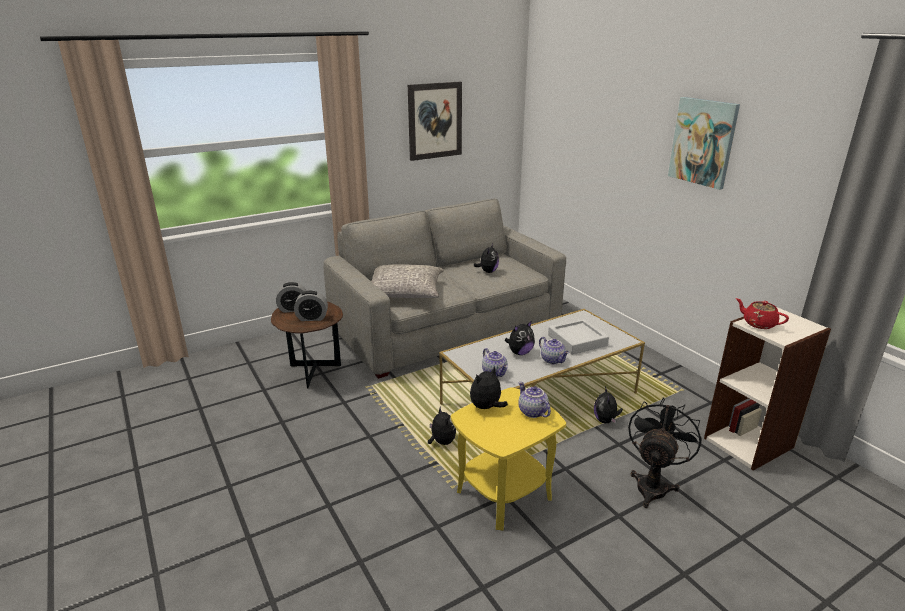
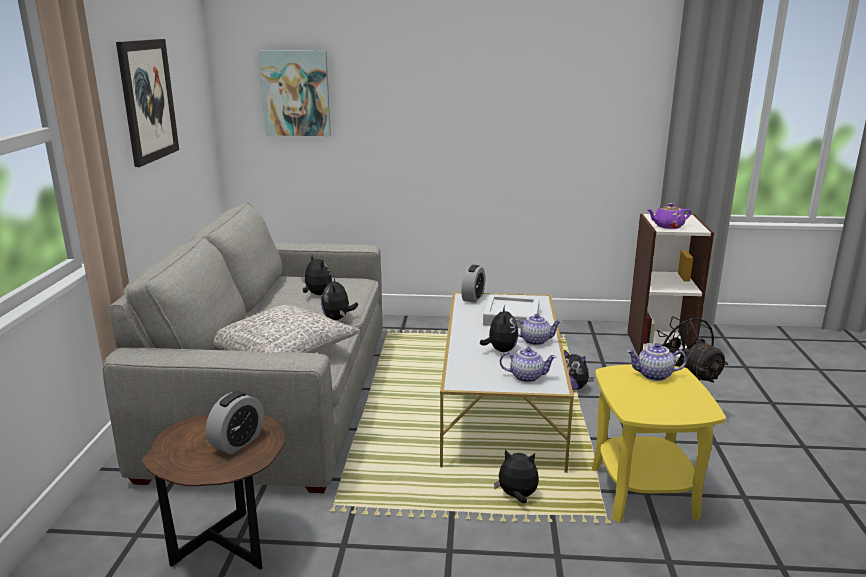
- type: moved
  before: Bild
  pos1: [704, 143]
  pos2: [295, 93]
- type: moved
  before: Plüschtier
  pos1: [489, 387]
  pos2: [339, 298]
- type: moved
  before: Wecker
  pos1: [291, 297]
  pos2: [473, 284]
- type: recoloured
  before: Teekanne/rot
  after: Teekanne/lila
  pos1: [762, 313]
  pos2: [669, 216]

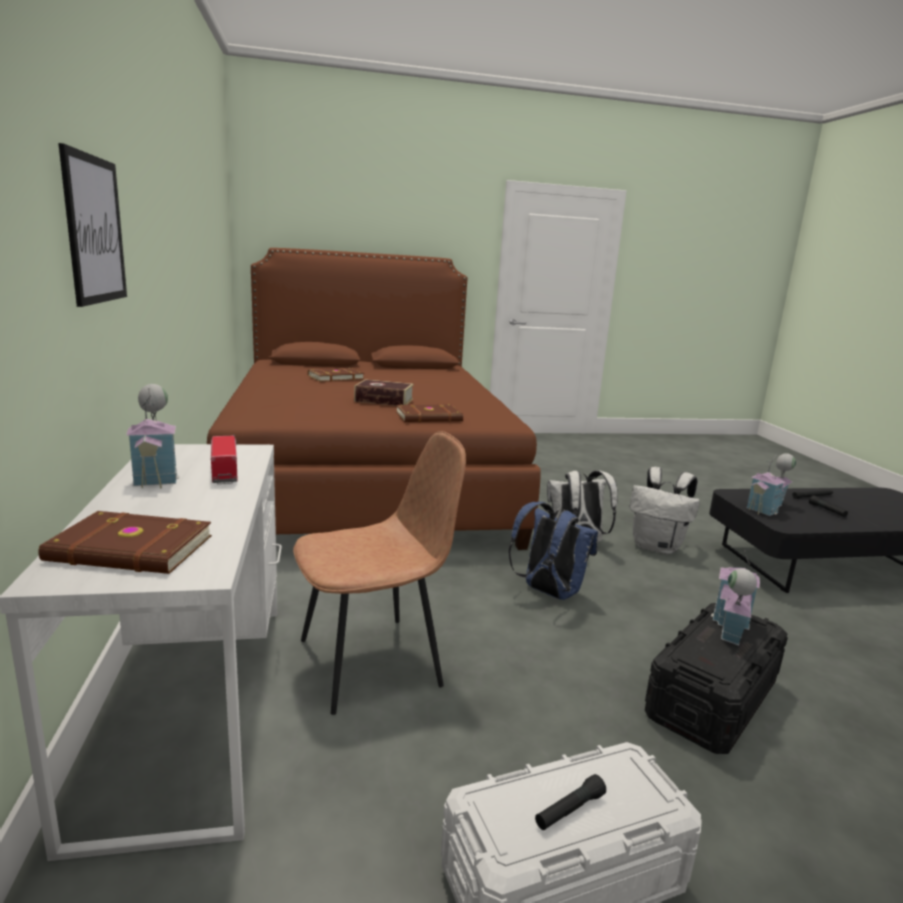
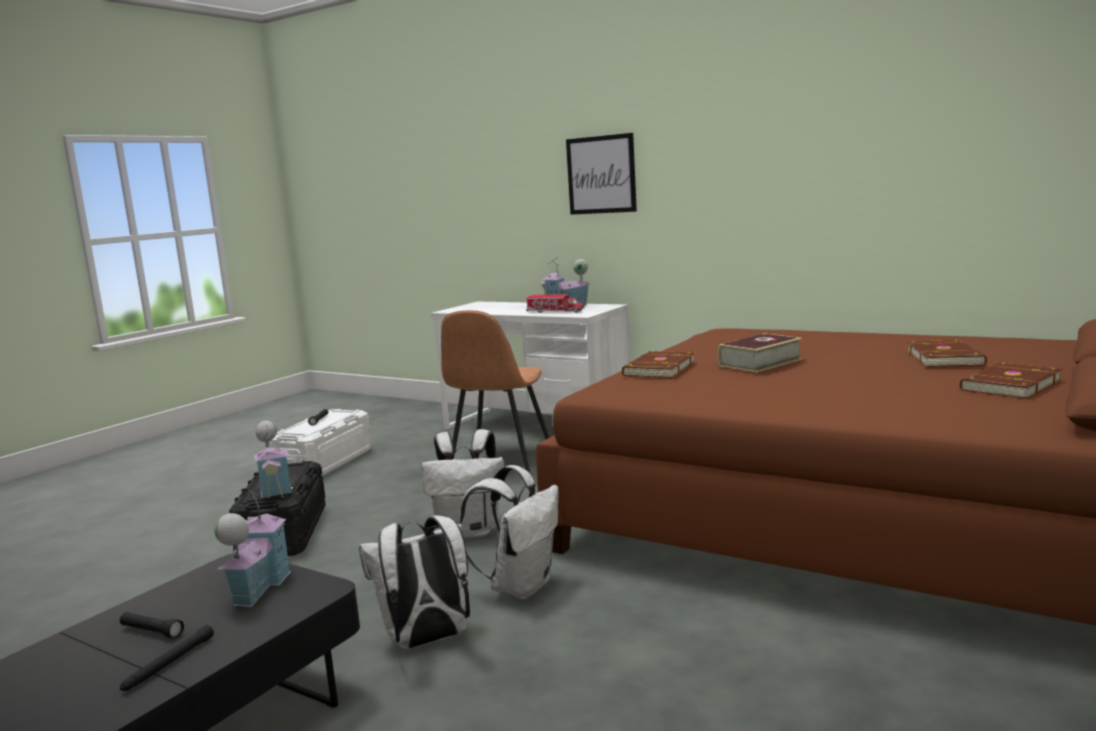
- type: recoloured
  before: Rucksack/blau
  after: Rucksack/weiß
  pos1: [553, 551]
  pos2: [463, 483]
- type: moved
  before: Buch/braun
  pos1: [125, 542]
  pos2: [1011, 381]

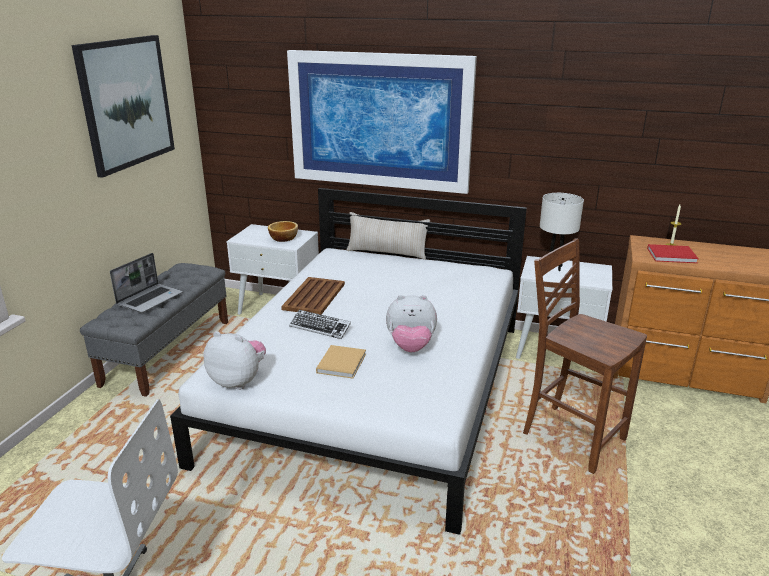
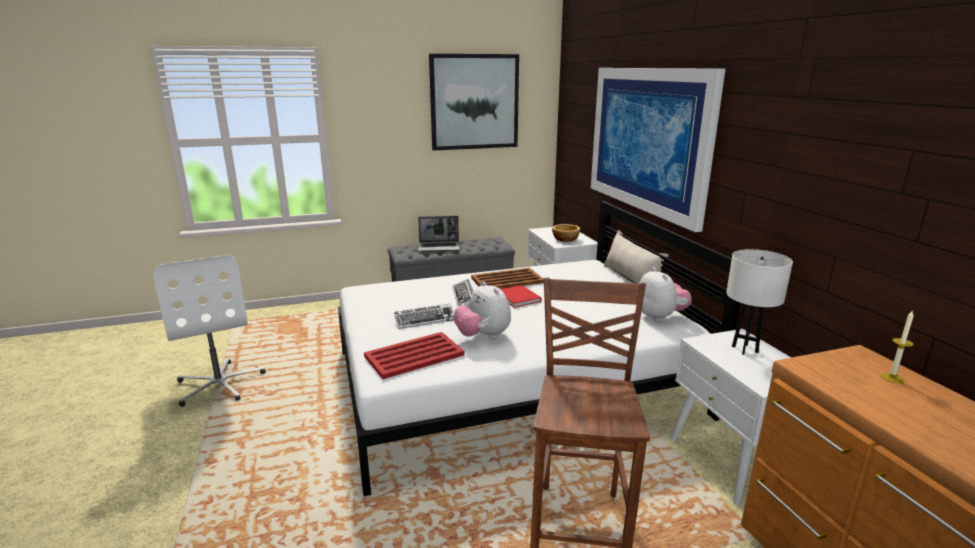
- type: added
  after: Tablett/rot
  pos2: [414, 355]
- type: replaced
  before: Buch/beige
  after: Tastatur
  pos1: [341, 362]
  pos2: [424, 316]
- type: moved
  before: Buch/rot
  pos1: [673, 253]
  pos2: [521, 296]
- type: moved
  before: Plüschtier
  pos1: [235, 360]
  pos2: [665, 294]

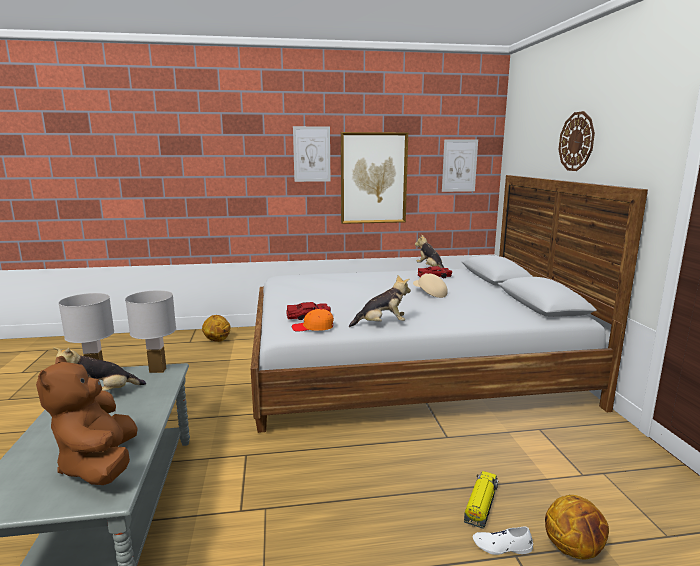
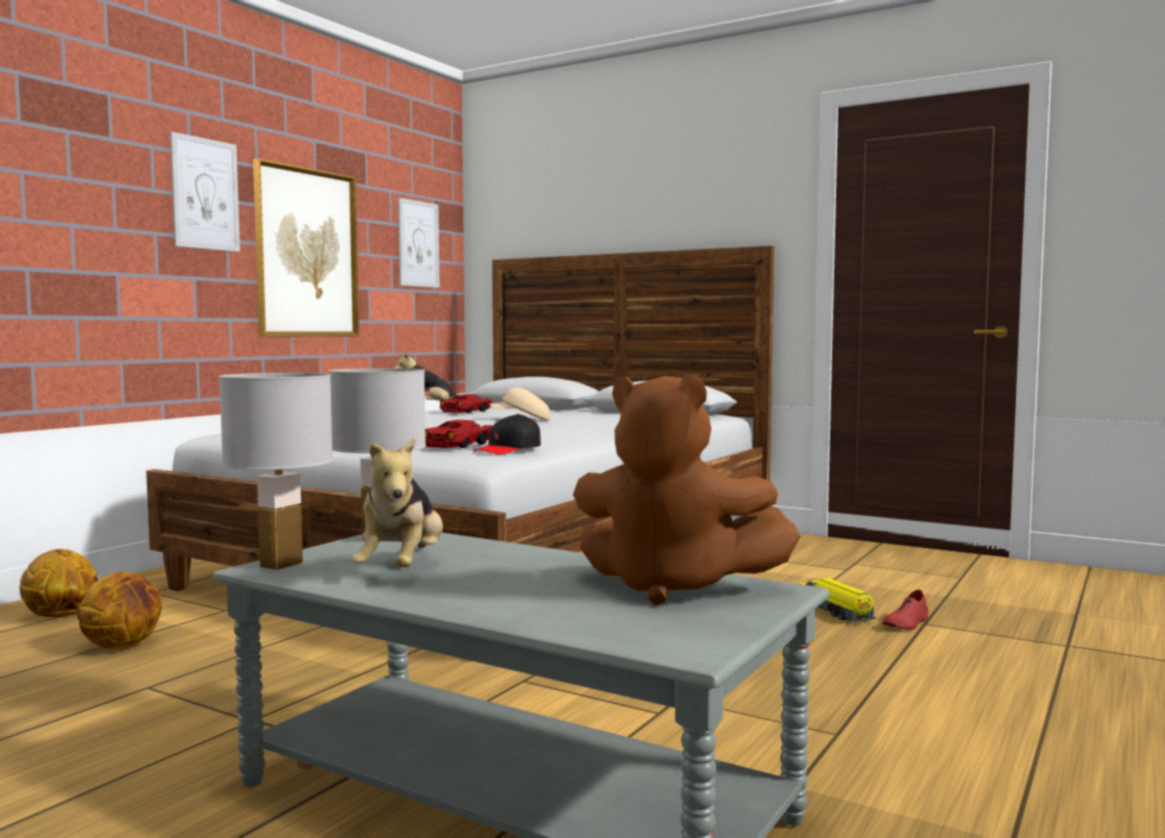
- type: moved
  before: Basketball
  pos1: [577, 527]
  pos2: [120, 610]
- type: recoloured
  before: Kappe/orange
  after: Kappe/schwarz
  pos1: [313, 320]
  pos2: [507, 434]
- type: recoloured
  before: Schuh/weiß
  after: Schuh/rot
  pos1: [503, 540]
  pos2: [905, 609]
- type: removed
  before: Plüschtier
  pos1: [380, 301]
- type: removed
  before: Wanduhr
  pos1: [576, 141]

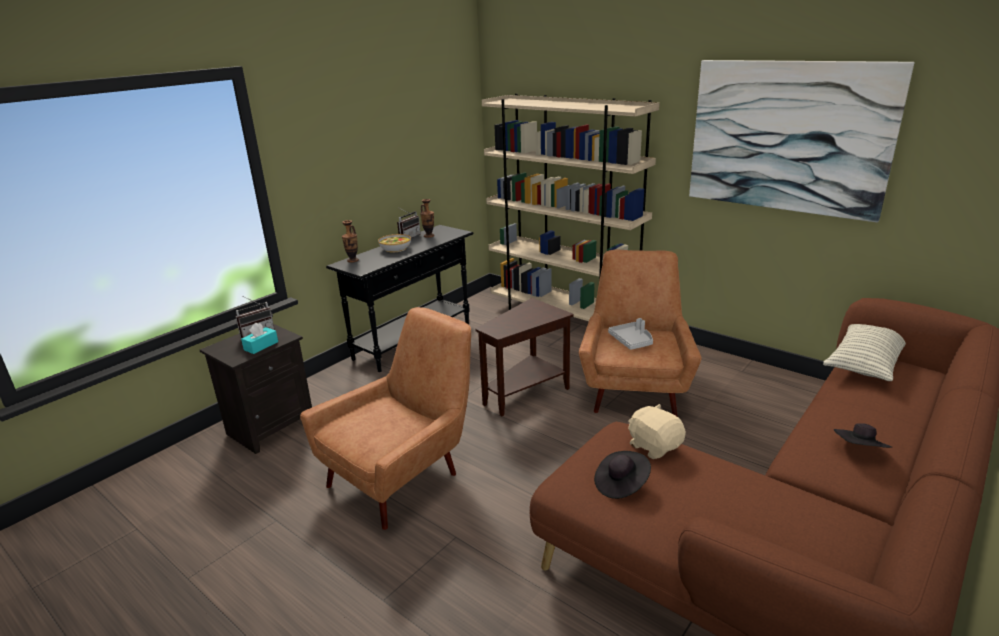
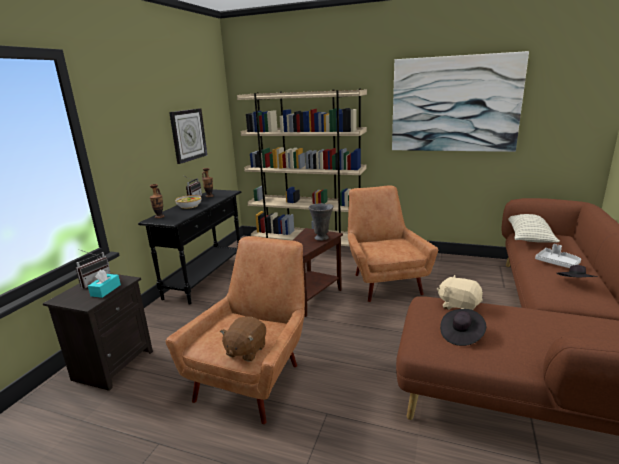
- type: added
  after: Wanduhr
  pos2: [188, 136]
- type: added
  after: Plüschtier/braun
  pos2: [243, 339]
- type: added
  after: Vase/grau
  pos2: [321, 222]
- type: moved
  before: Tablett/grau
  pos1: [630, 334]
  pos2: [558, 256]

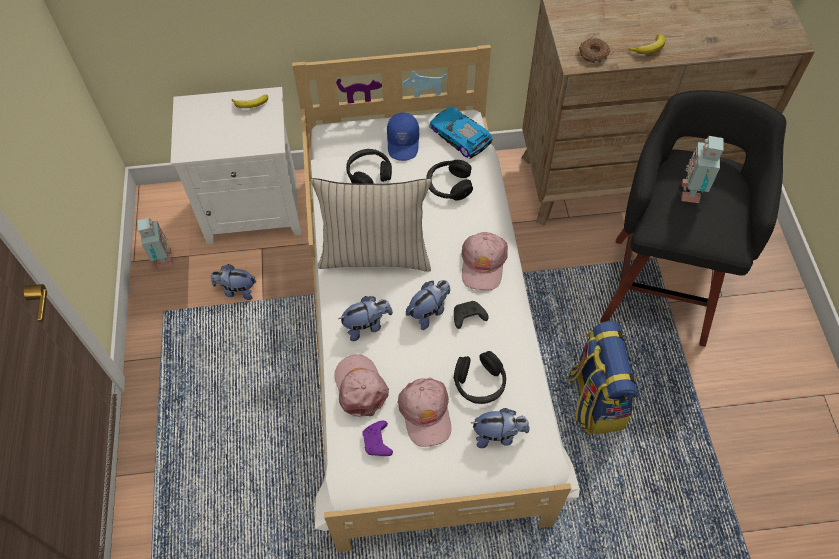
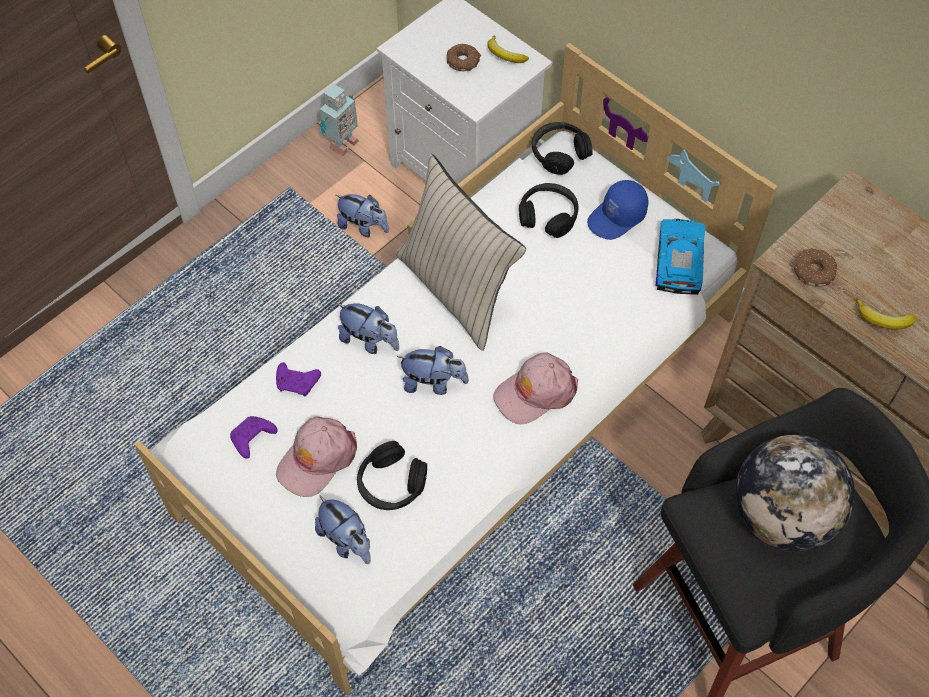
- type: replaced
  before: Kappe/rosa
  after: Gamepad/lila
  pos1: [362, 385]
  pos2: [298, 379]
- type: turned
  before: Plüschtier
  pos1: [233, 282]
  pos2: [362, 215]
  turn: 150
- type: added
  after: Donut
  pos2: [463, 57]
- type: moved
  before: Kopfhörer/schwarz
  pos1: [449, 180]
  pos2: [562, 148]
- type: replaced
  before: Spielzeugroboter
  after: Globus
  pos1: [702, 169]
  pos2: [795, 493]
- type: removed
  before: Gamepad/schwarz
  pos1: [471, 315]
- type: removed
  before: Rucksack
  pos1: [602, 377]

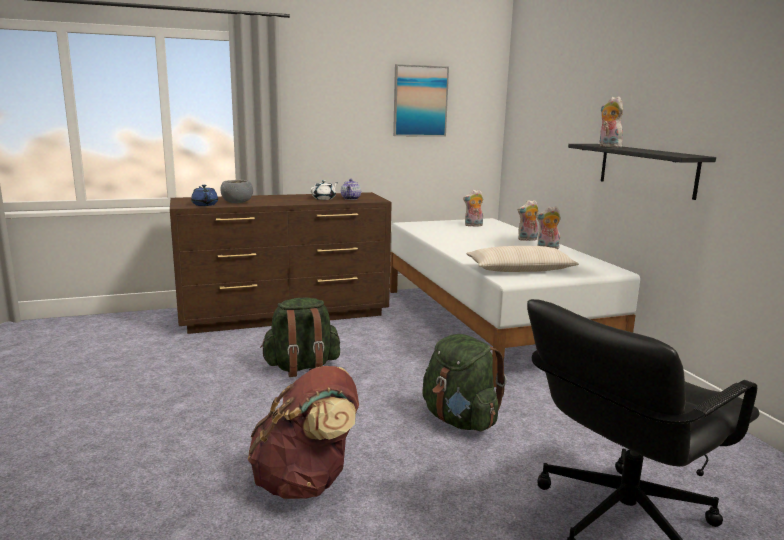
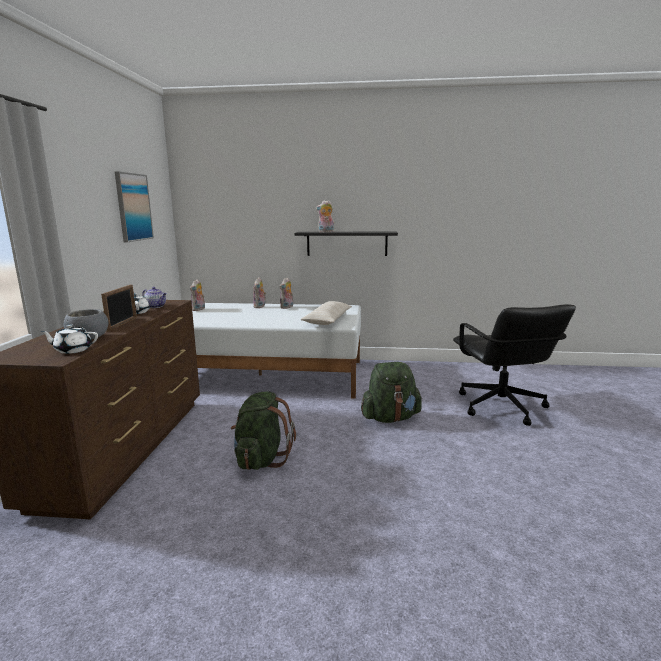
- type: recoloured
  before: Teekanne/blau
  after: Teekanne/weiß
  pos1: [204, 195]
  pos2: [69, 339]
- type: added
  after: Bilderrahmen
  pos2: [119, 308]
- type: removed
  before: Rucksack/braun
  pos1: [303, 432]

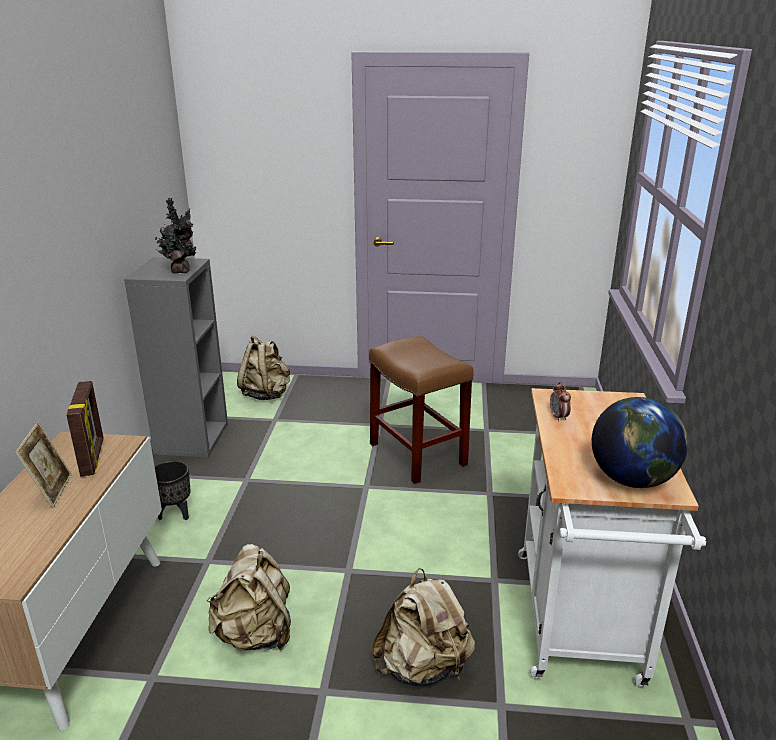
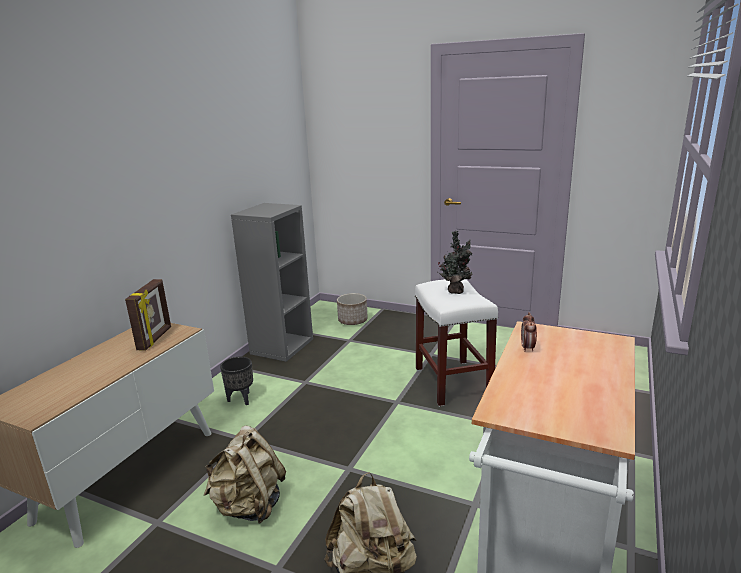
- type: replaced
  before: Rucksack/beige
  after: Pflanzkübel
  pos1: [263, 368]
  pos2: [352, 309]
- type: recoloured
  before: Hocker/braun
  after: Hocker/weiß
  pos1: [421, 410]
  pos2: [456, 343]
- type: moved
  before: Topfpflanze
  pos1: [175, 236]
  pos2: [455, 262]
- type: removed
  before: Bilderrahmen
  pos1: [43, 465]
- type: removed
  before: Globus
  pos1: [640, 442]

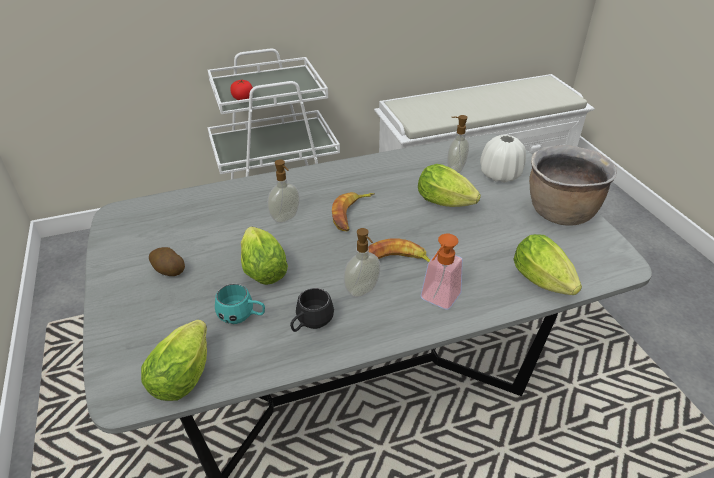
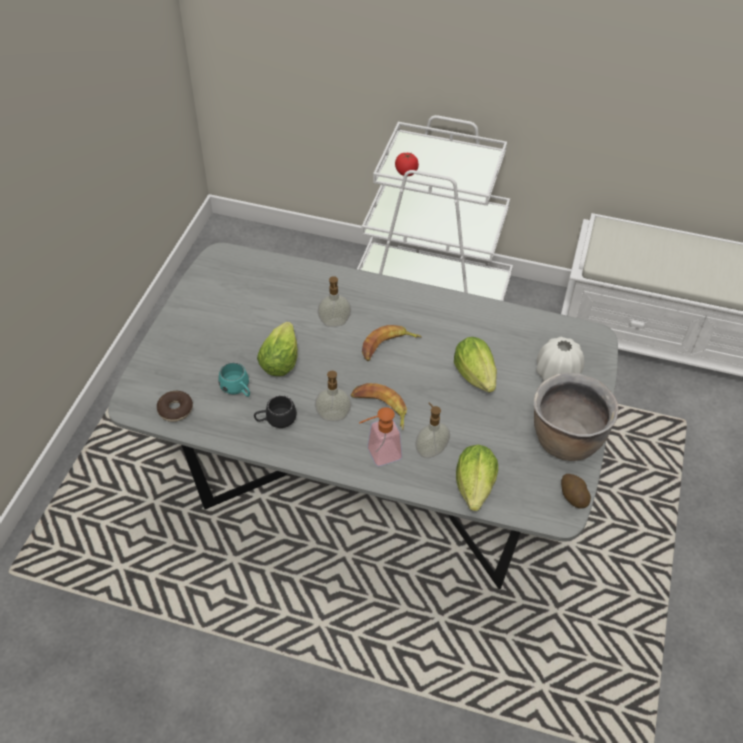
- type: replaced
  before: Salatkopf
  after: Donut
  pos1: [174, 360]
  pos2: [175, 406]
- type: moved
  before: Seifenspender
  pos1: [458, 144]
  pos2: [432, 430]
- type: moved
  before: Kartoffel
  pos1: [167, 261]
  pos2: [576, 491]

